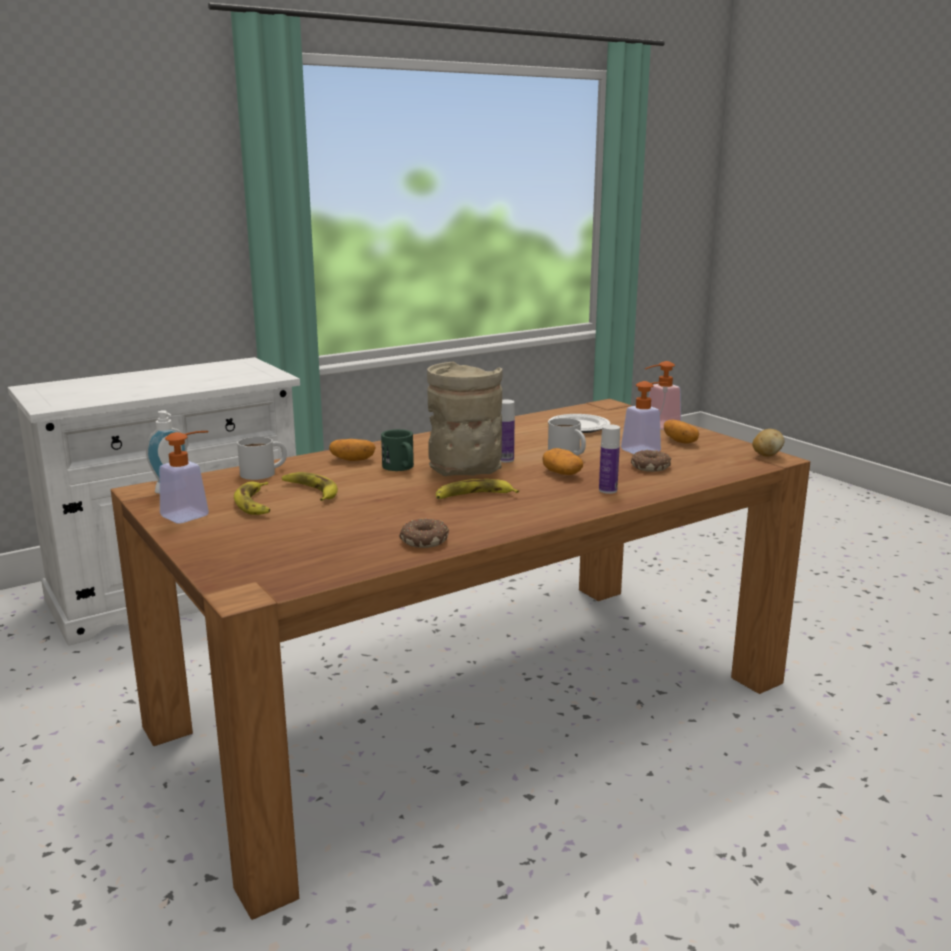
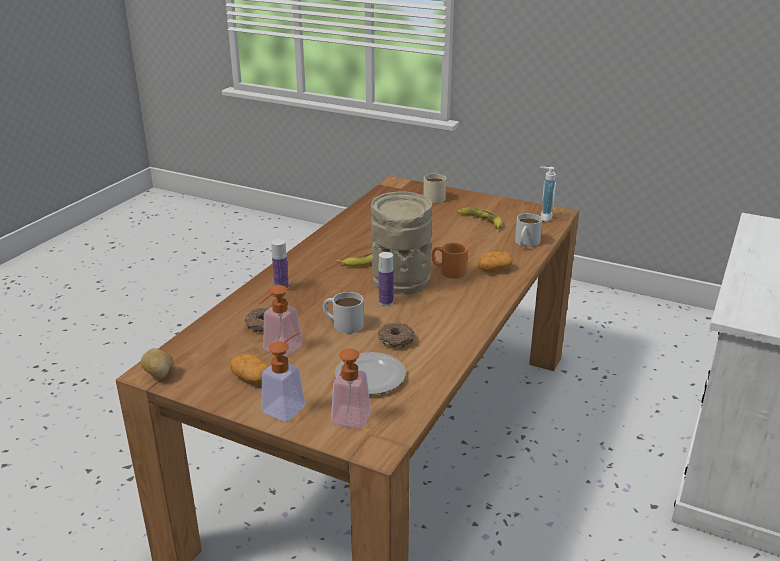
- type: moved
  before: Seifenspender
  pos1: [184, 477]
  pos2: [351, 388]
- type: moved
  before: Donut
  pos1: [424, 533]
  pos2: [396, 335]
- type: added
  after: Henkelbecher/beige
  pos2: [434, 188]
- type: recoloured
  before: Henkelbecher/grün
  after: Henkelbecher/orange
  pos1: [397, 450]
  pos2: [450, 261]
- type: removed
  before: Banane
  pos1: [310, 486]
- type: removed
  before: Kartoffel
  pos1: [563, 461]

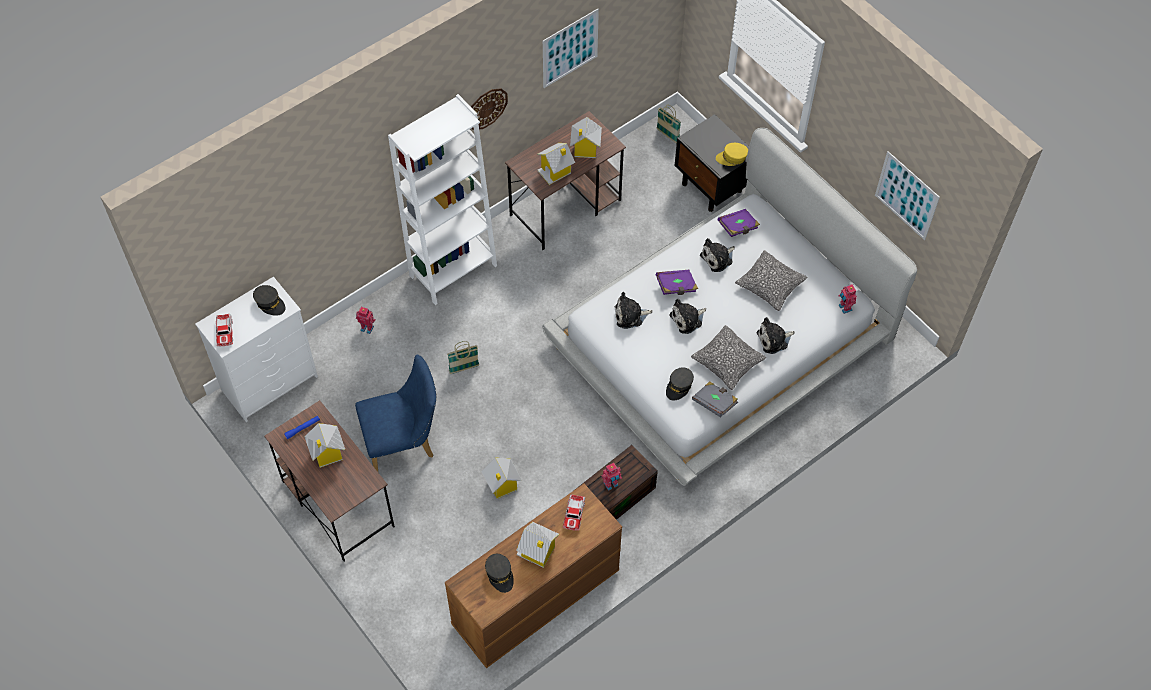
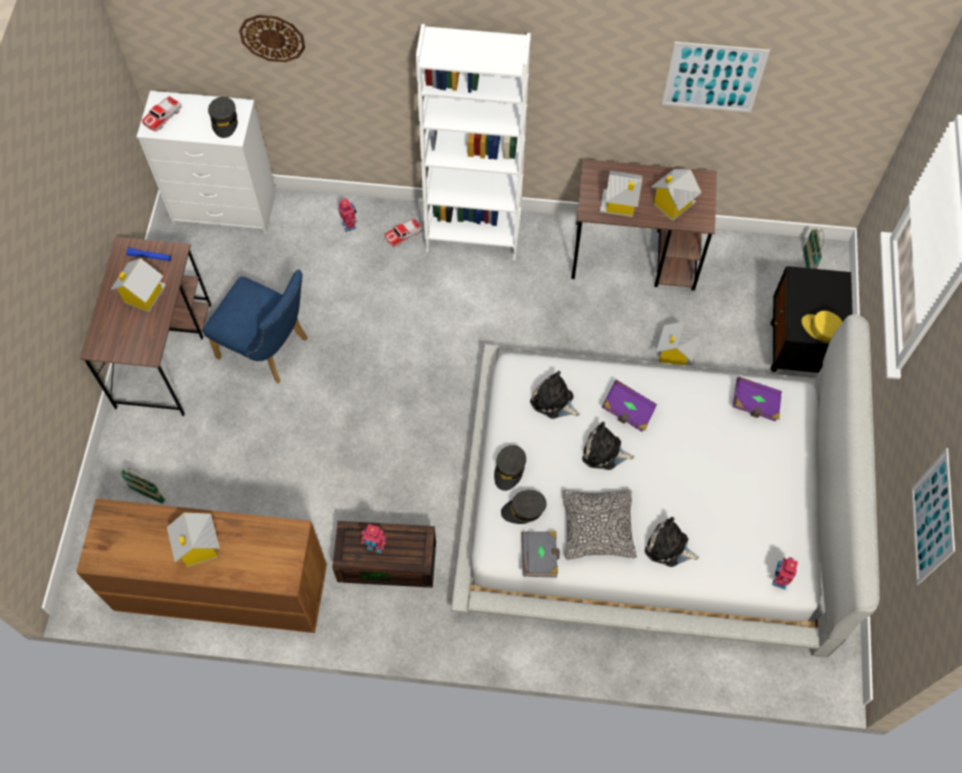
- type: moved
  before: Korb
  pos1: [463, 357]
  pos2: [142, 486]
- type: moved
  before: Wanduhr
  pos1: [489, 109]
  pos2: [272, 38]
- type: moved
  before: Spielzeugauto
  pos1: [574, 512]
  pos2: [403, 233]
- type: moved
  before: Kappe/grau
  pos1: [499, 573]
  pos2: [510, 468]
- type: moved
  before: Spielzeughaus
  pos1: [501, 478]
  pos2: [678, 343]
- type: removed
  before: Plüschtier
  pos1: [717, 255]
- type: removed
  before: Kissen
  pos1: [771, 280]

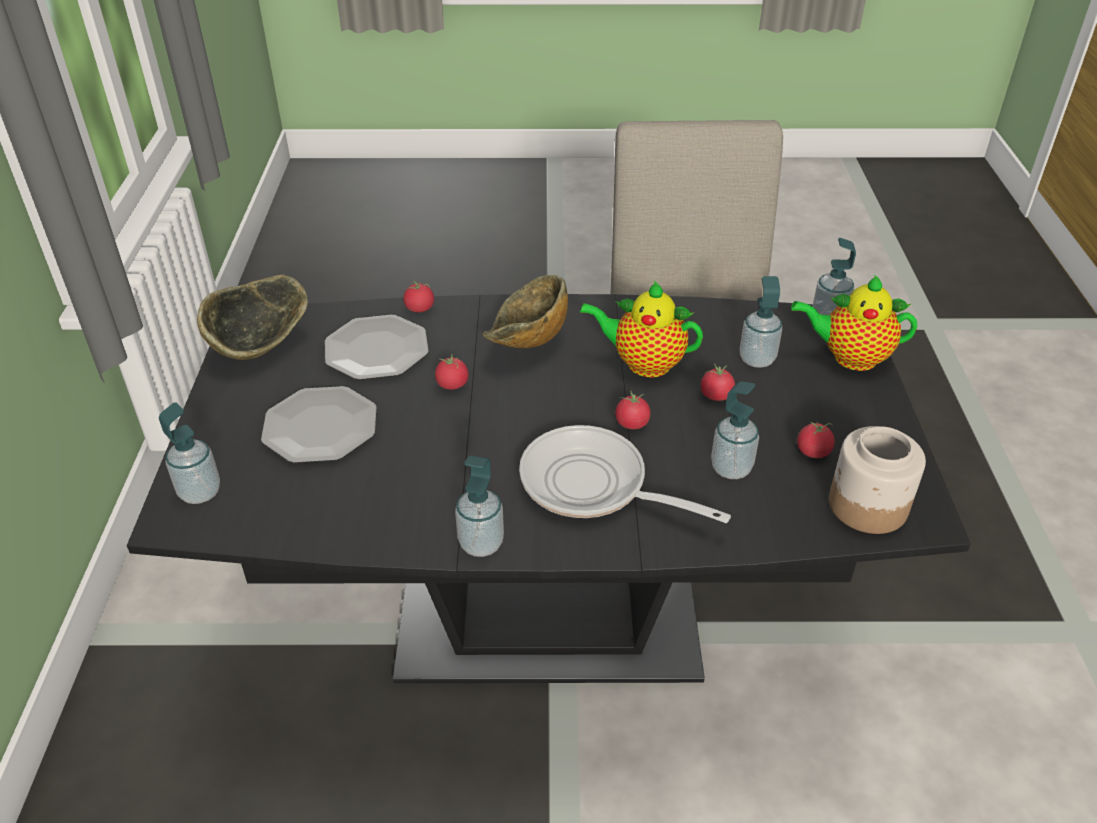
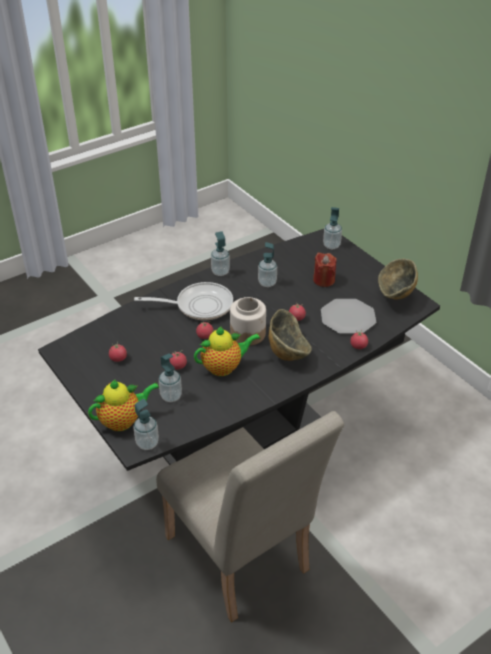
- type: moved
  before: Vorratsglas
  pos1: [877, 480]
  pos2: [248, 321]
- type: moved
  before: Seifenspender
  pos1: [735, 430]
  pos2: [267, 264]
- type: replaced
  before: Teller
  after: Kerze/rot
  pos1: [319, 424]
  pos2: [324, 270]

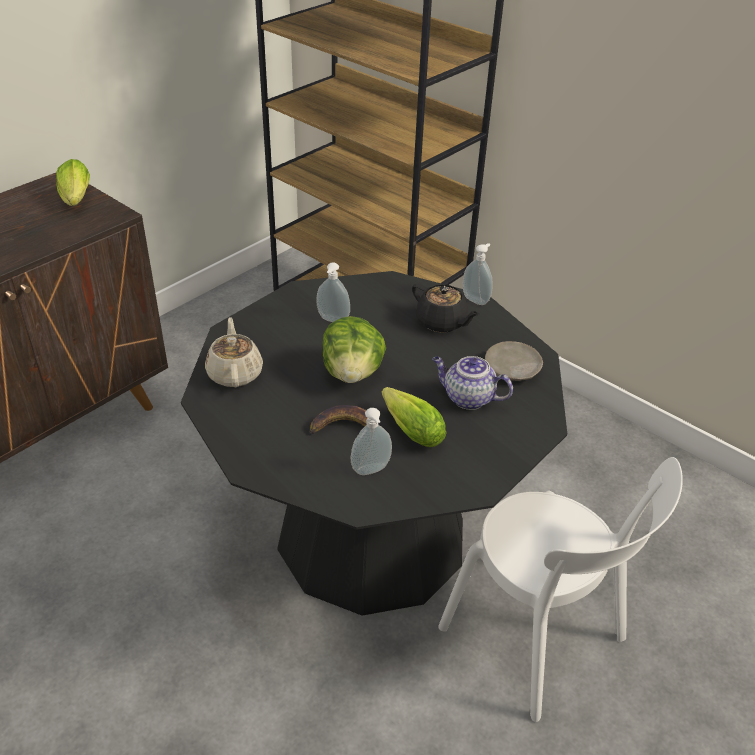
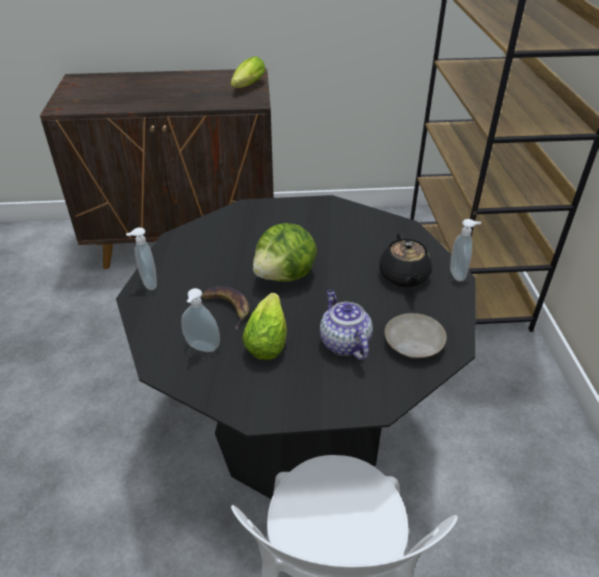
- type: moved
  before: Seifenspender
  pos1: [333, 292]
  pos2: [141, 258]
- type: removed
  before: Teekanne/beige
  pos1: [234, 352]

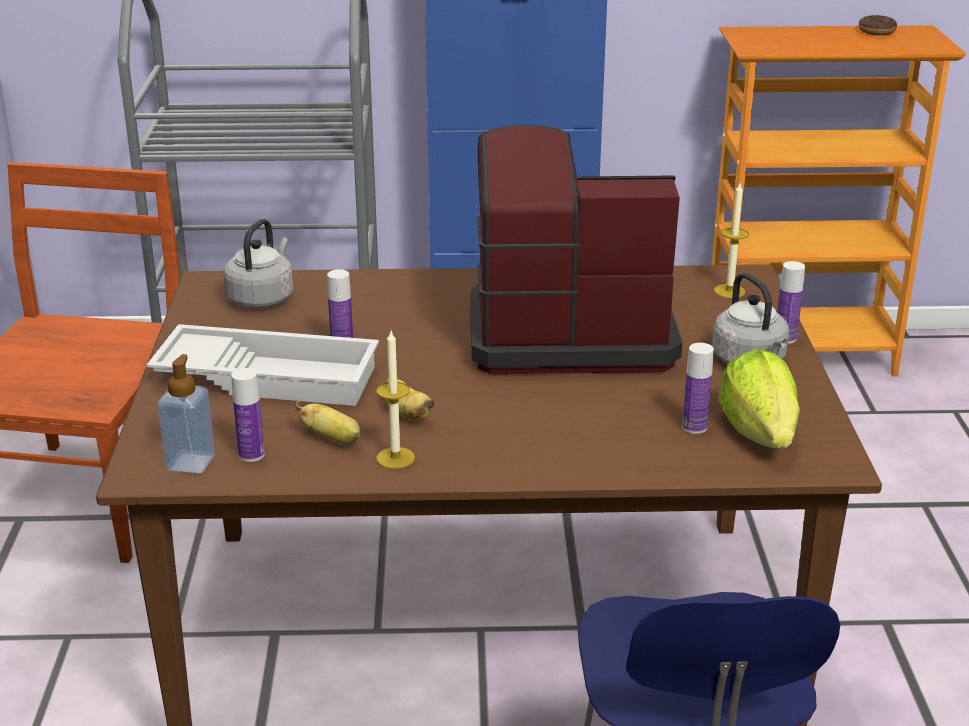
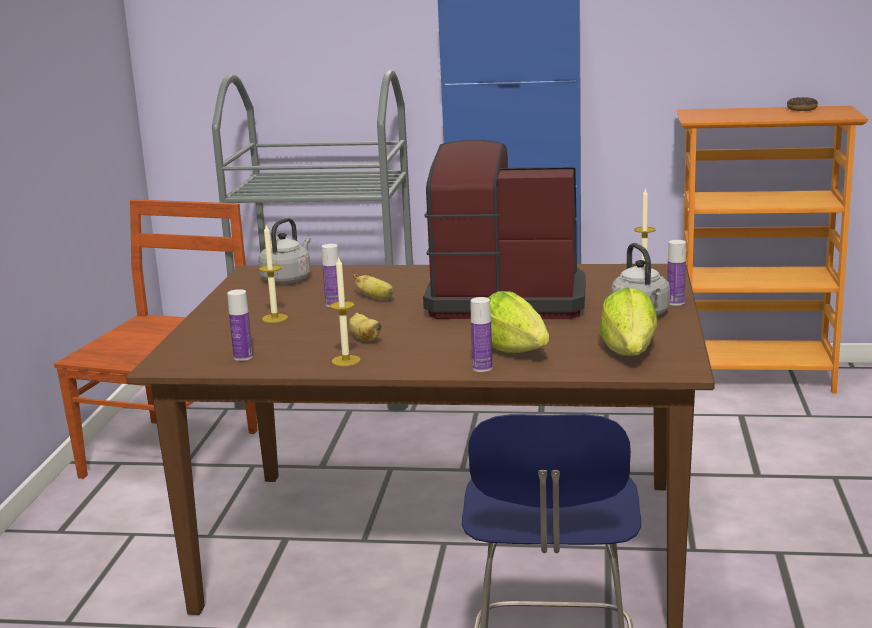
- type: replaced
  before: Tablett/weiß
  after: Kerze
  pos1: [263, 365]
  pos2: [273, 274]
- type: moved
  before: Banane
  pos1: [327, 422]
  pos2: [373, 287]
- type: moved
  before: Flasche
  pos1: [698, 388]
  pos2: [481, 334]
- type: added
  after: Salatkopf
  pos2: [518, 322]
- type: removed
  before: Seifenspender
  pos1: [186, 414]

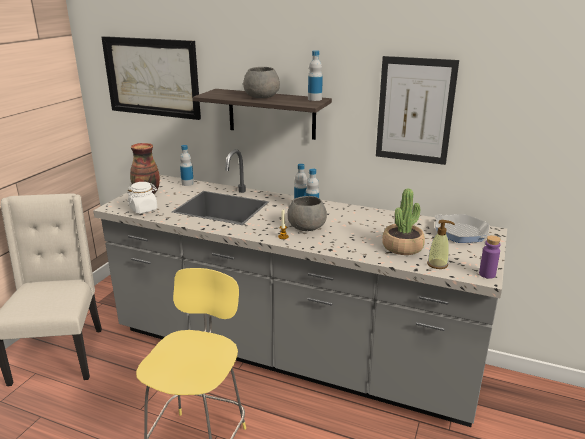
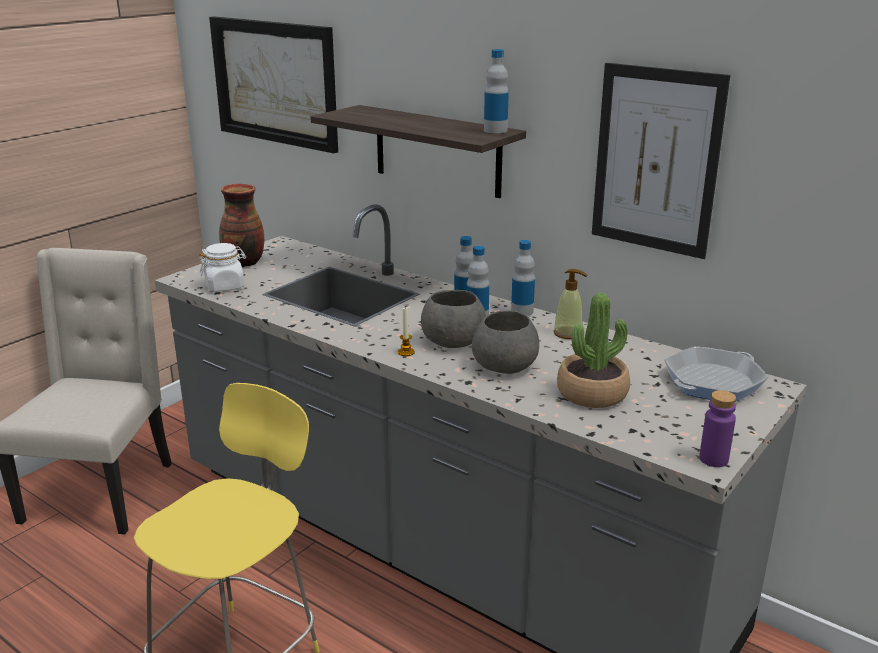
- type: moved
  before: Schüssel/grau
  pos1: [261, 82]
  pos2: [505, 342]
- type: moved
  before: Flasche
  pos1: [187, 165]
  pos2: [523, 278]
- type: moved
  before: Seifenspender
  pos1: [441, 244]
  pos2: [570, 304]
- type: turned
  before: Pfanne
  pos1: [463, 228]
  pos2: [716, 374]
  turn: -105

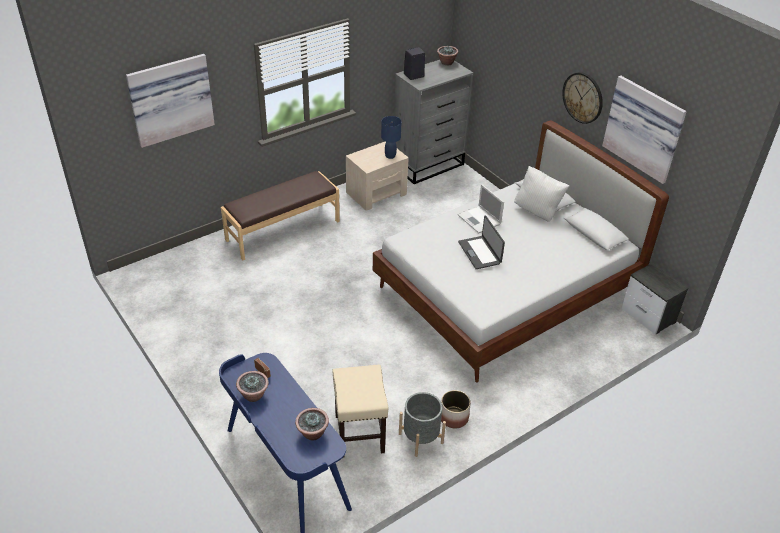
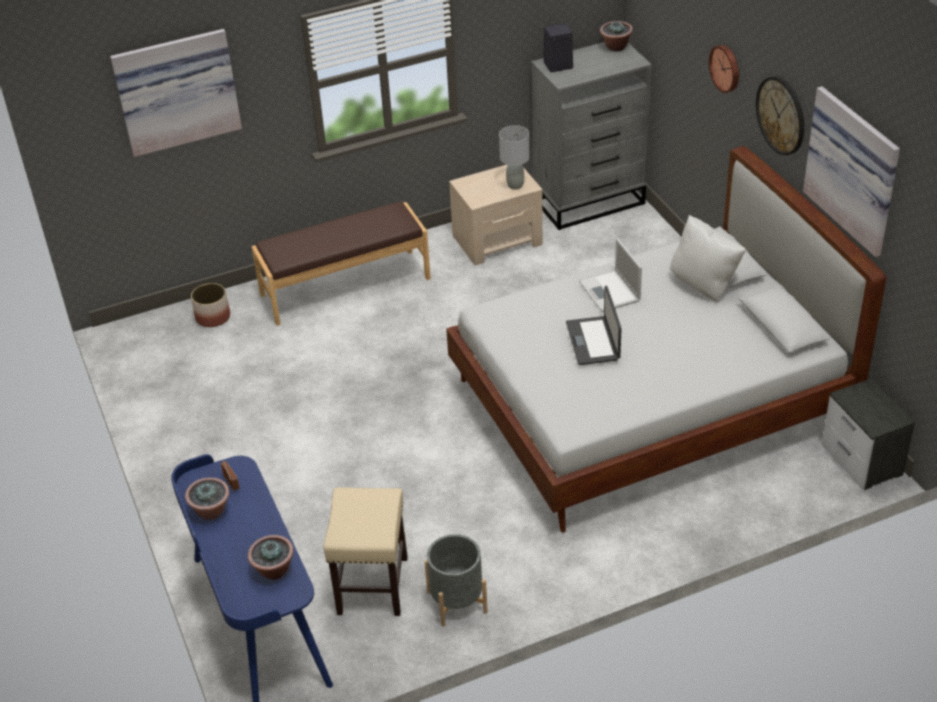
- type: moved
  before: Pflanzkübel
  pos1: [456, 409]
  pos2: [210, 305]
- type: recoloured
  before: Tischlampe/blau
  after: Tischlampe/grau
  pos1: [391, 137]
  pos2: [514, 157]
- type: added
  after: Wanduhr
  pos2: [724, 69]

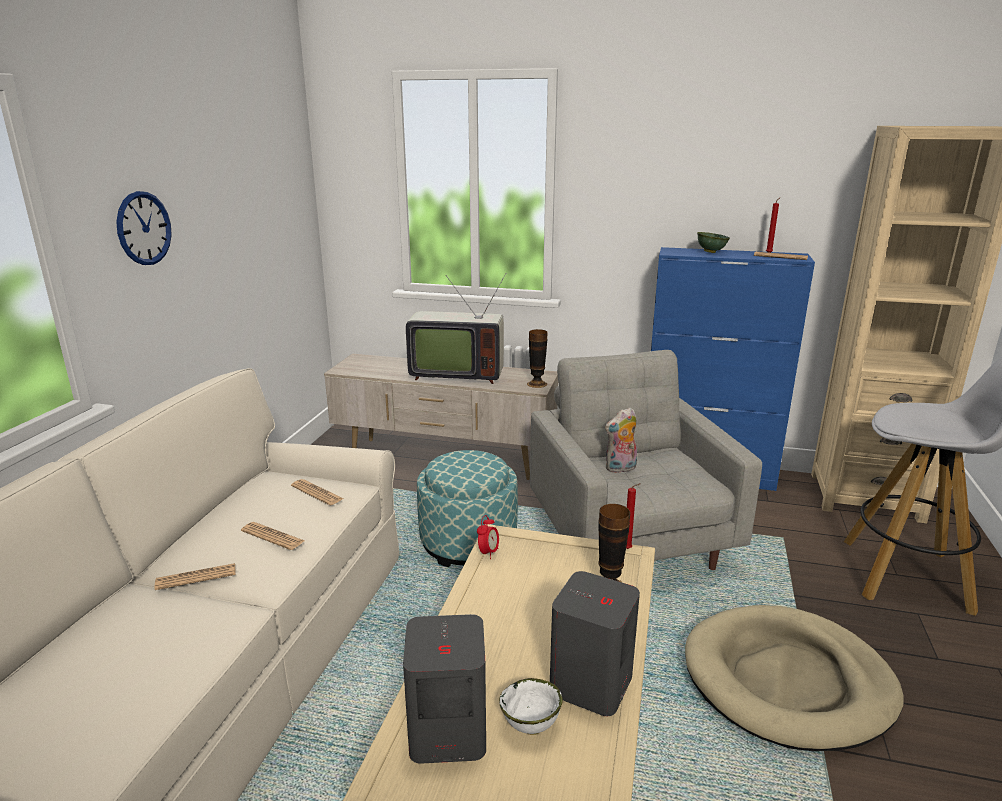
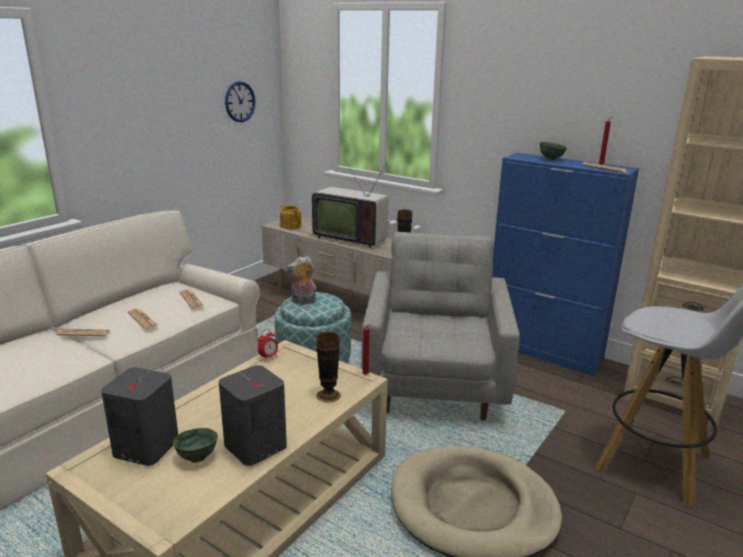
- type: recoloured
  before: Schüssel/weiß
  after: Schüssel/grün
  pos1: [531, 706]
  pos2: [195, 445]
- type: moved
  before: Wanduhr
  pos1: [144, 228]
  pos2: [240, 101]
- type: added
  after: Teekanne
  pos2: [290, 217]
- type: moved
  before: Plüschtier
  pos1: [621, 440]
  pos2: [301, 280]

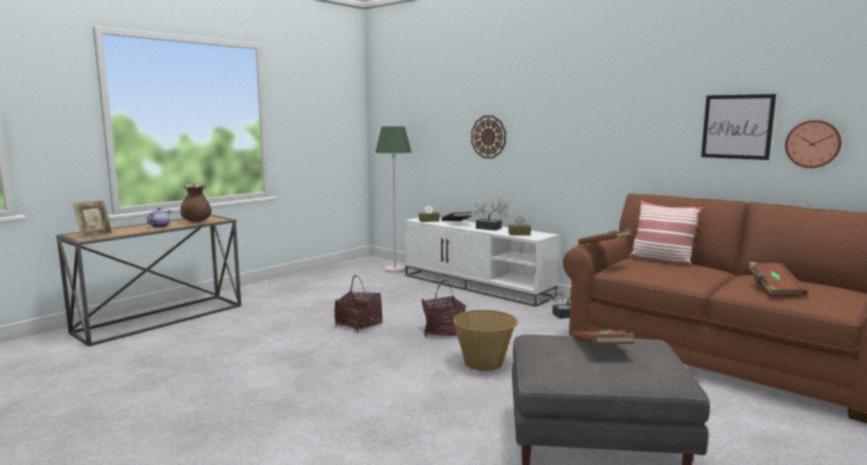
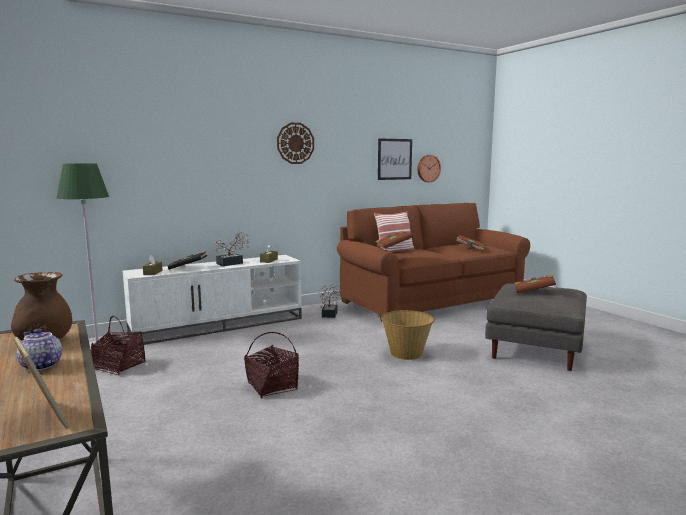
- type: moved
  before: Korb
  pos1: [444, 308]
  pos2: [118, 346]
- type: moved
  before: Wanduhr
  pos1: [488, 137]
  pos2: [295, 143]

